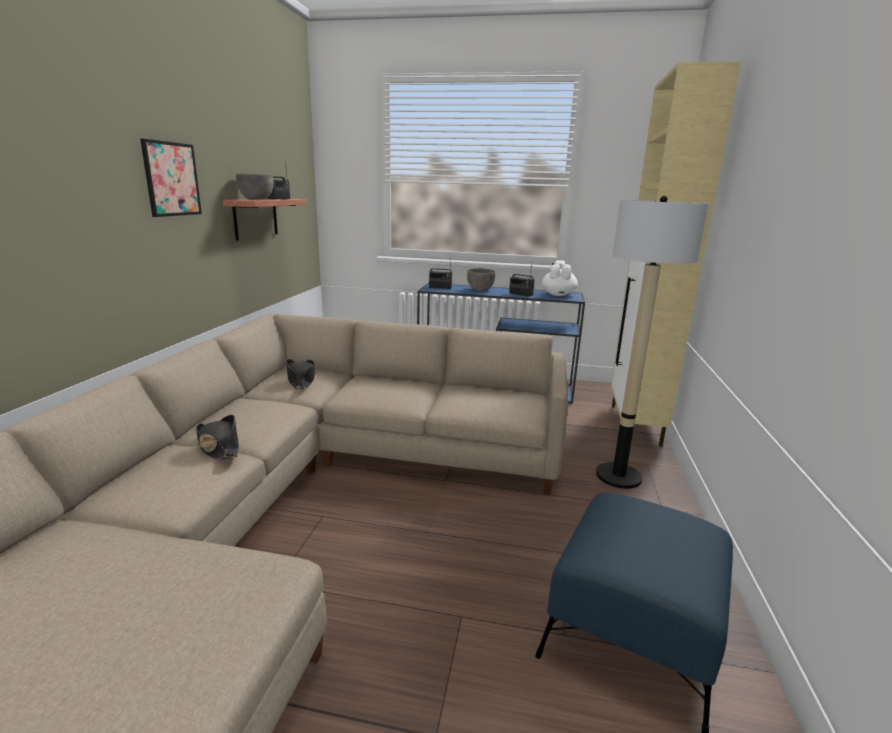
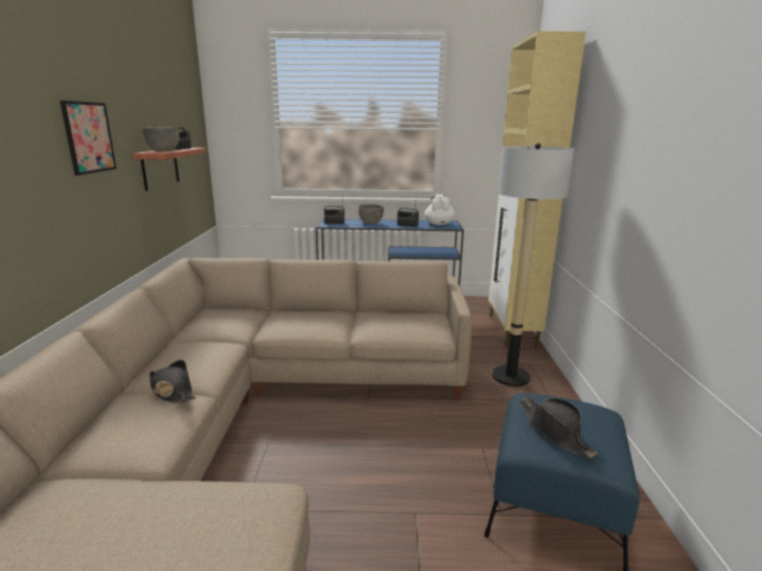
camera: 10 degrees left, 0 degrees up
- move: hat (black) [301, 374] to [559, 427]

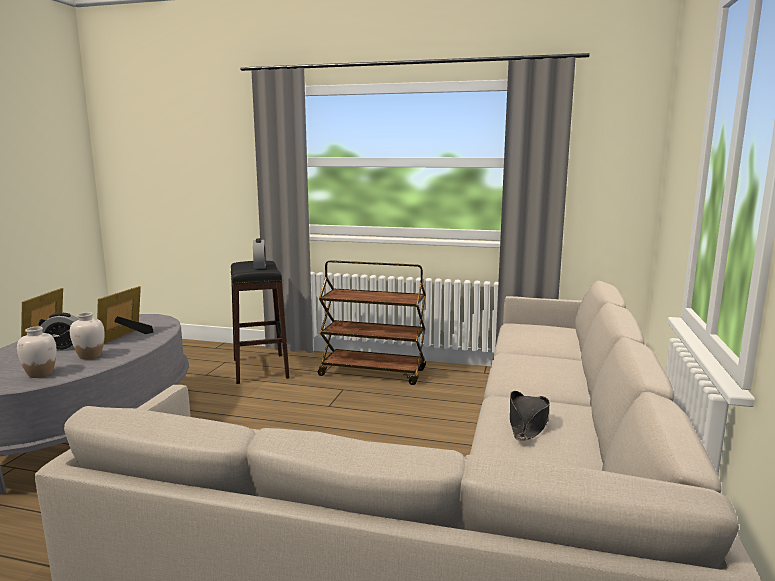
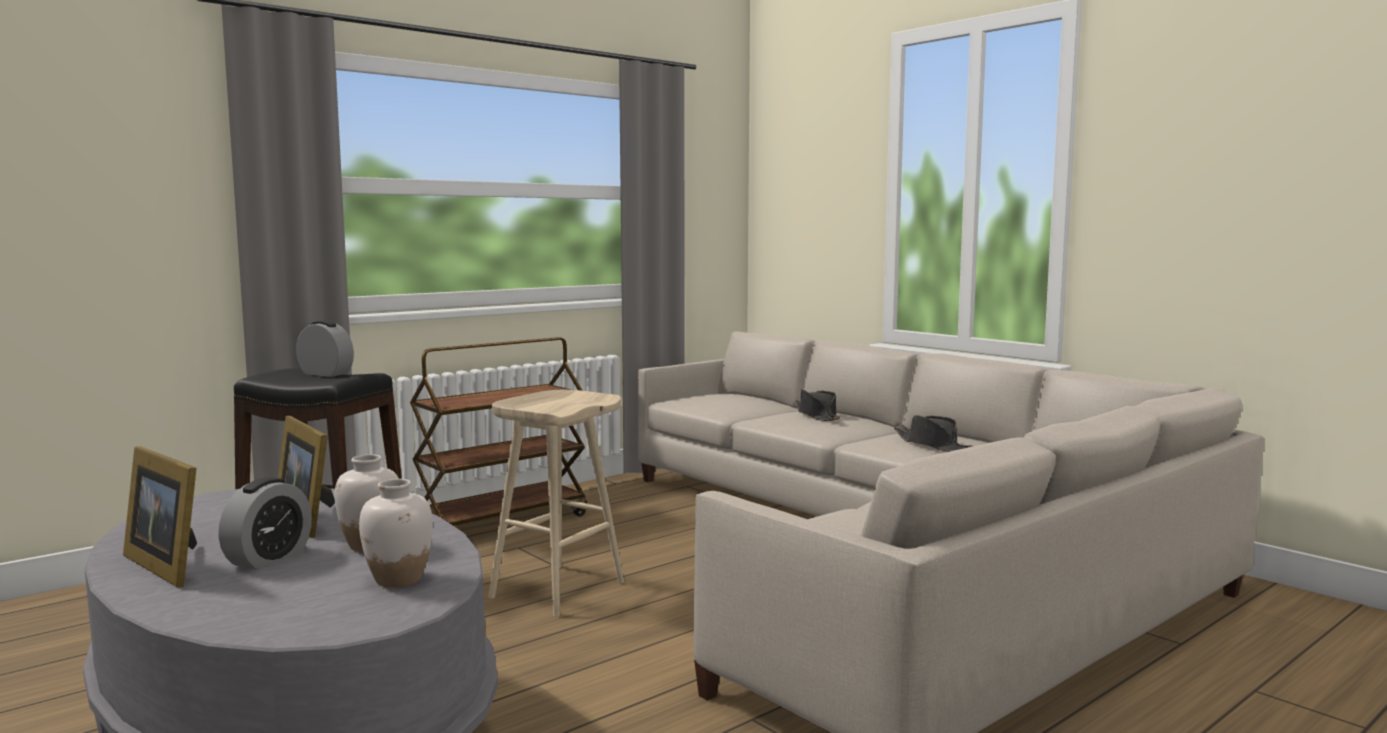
camera: 55 degrees left, 5 degrees down
- insert: stool (beige) [556, 503]
- insert: hat (black) [818, 405]

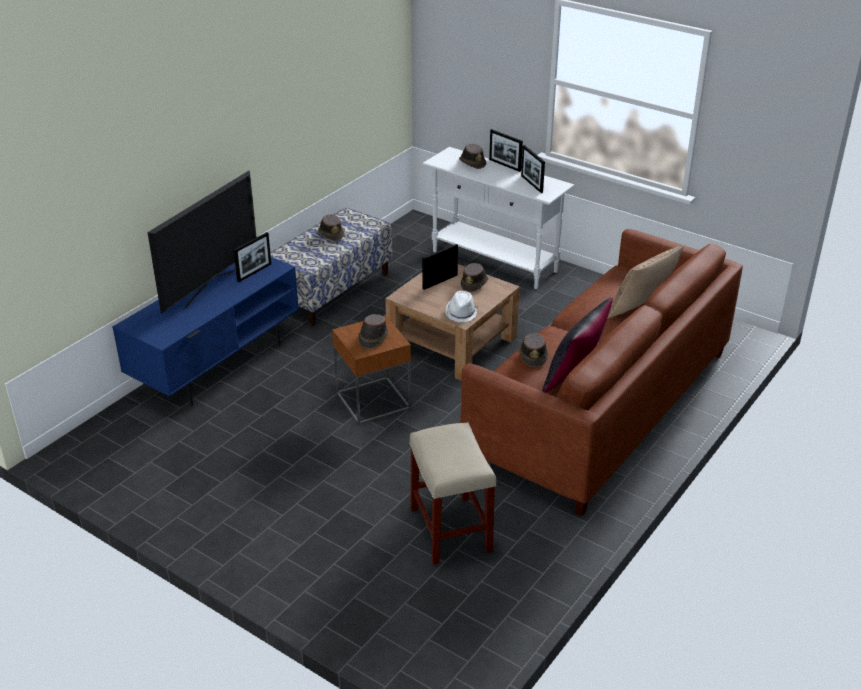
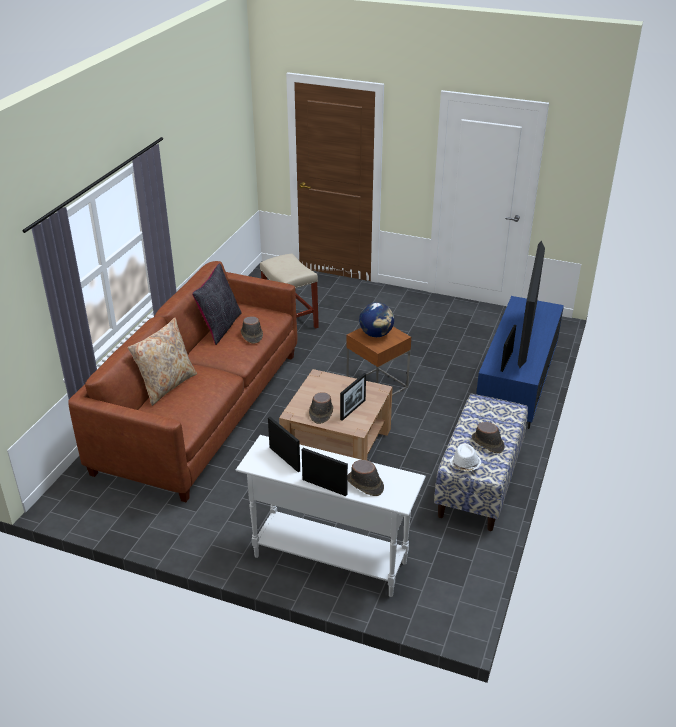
camera: 165 degrees right, 0 degrees up
- replace: hat (brown) [373, 331] to globe [376, 319]
- move: hat (white) [462, 306] to [465, 457]

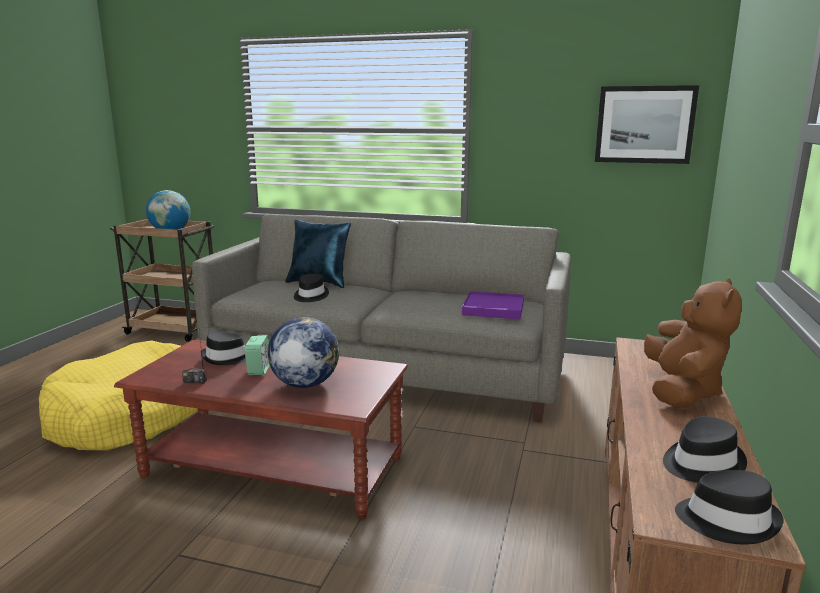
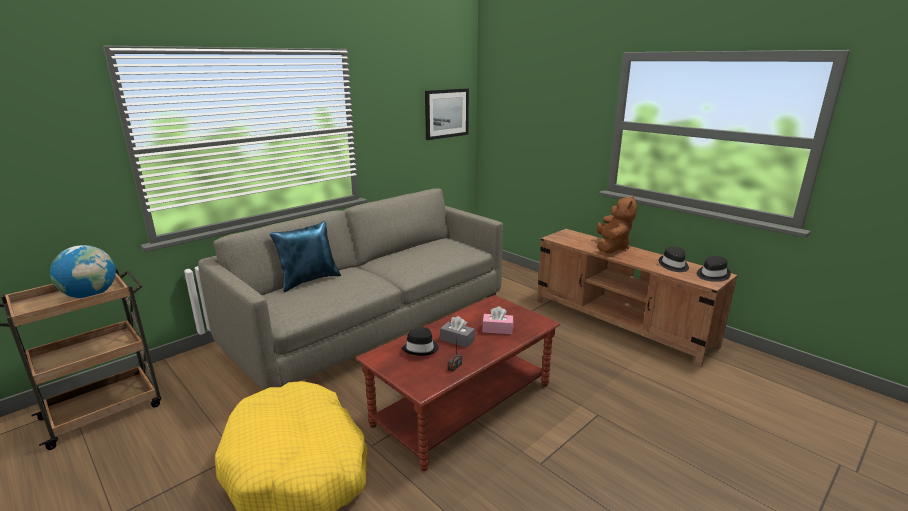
camera: 60 degrees left, 5 degrees up
- replace: alarm clock [257, 355] to tissue box (grey) [457, 332]
- replace: globe [303, 352] to tissue box (pink) [497, 320]
- delete: hat (black) [311, 288]
- delete: tray (purple) [493, 305]
- rotate: plush toy (brown) [693, 343] = [617, 224] 60 degrees clockwise

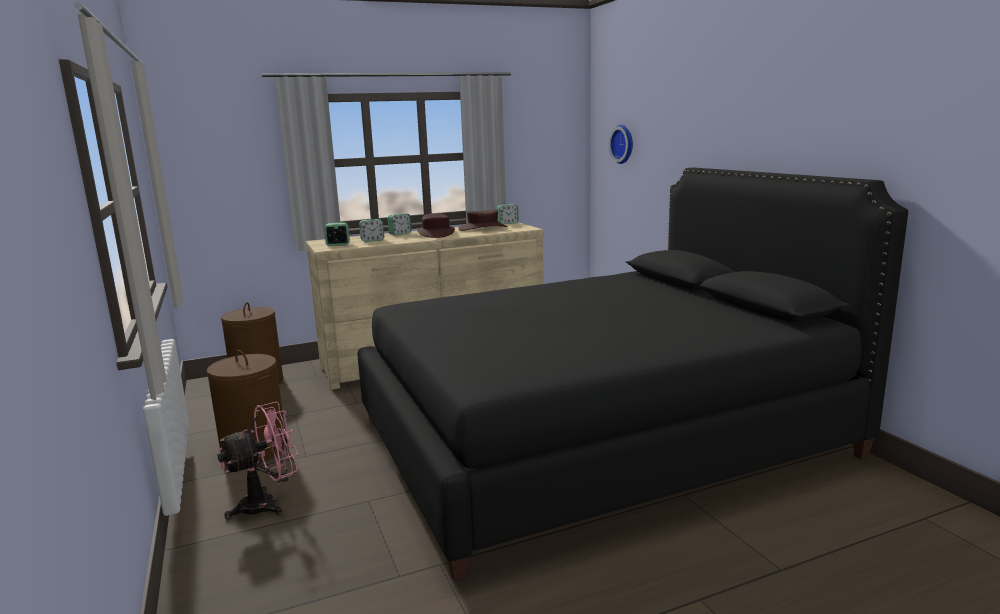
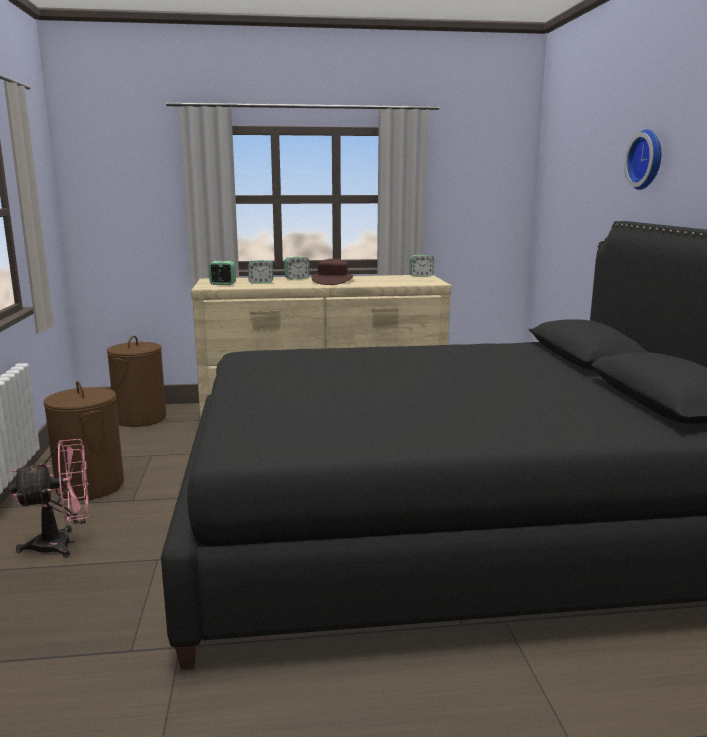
camera: 15 degrees right, 0 degrees up
- delete: hat (brown) [483, 220]
- move: wall clock [621, 144] to [642, 159]

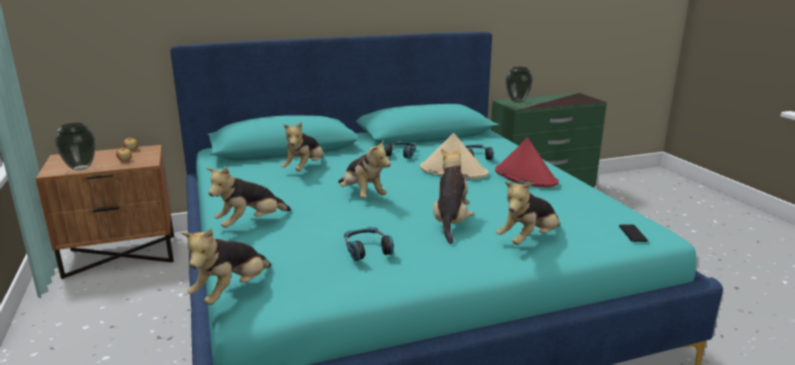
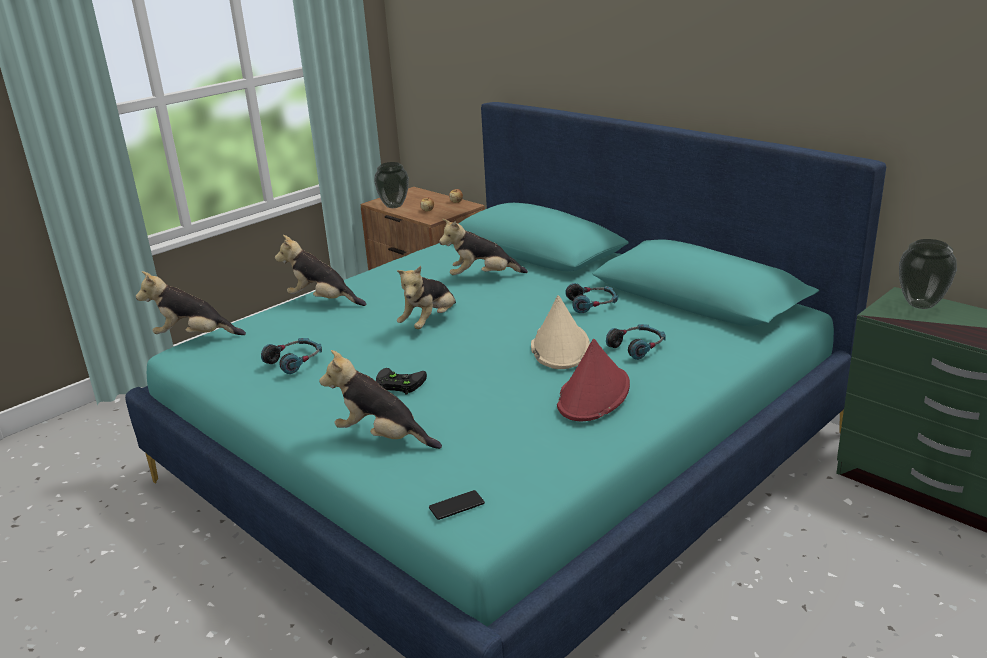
camera: 65 degrees right, 5 degrees up
- replace: plush toy [453, 196] to game controller (black) [401, 381]

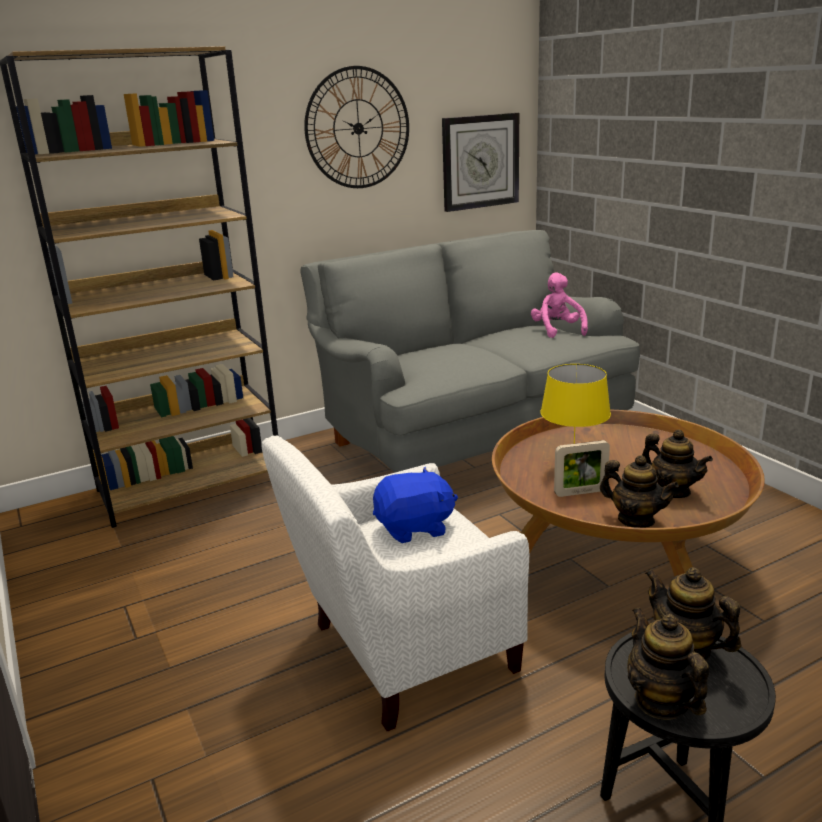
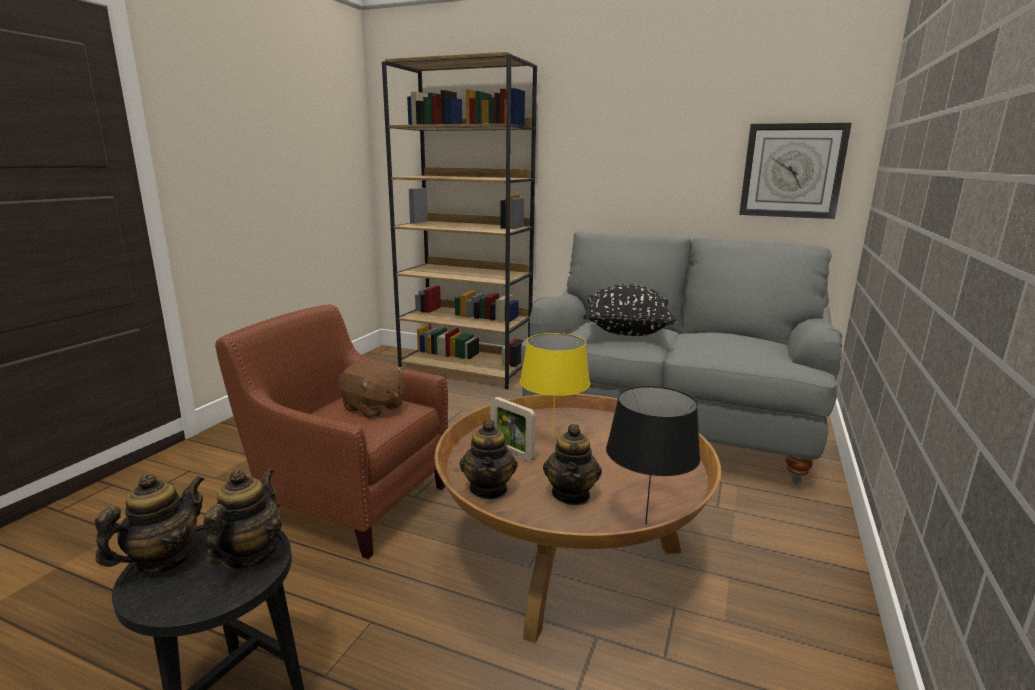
camera: 50 degrees right, 5 degrees down
- recolor: armchair (white) [395, 583] to armchair (brown) [331, 431]
- delete: wall clock [356, 127]
- recolor: plush toy (blue) [415, 505] to plush toy (brown) [371, 389]
- delete: plush toy (pink) [559, 305]
- insert: pillow (black) [629, 310]
- insert: table lamp (black) [653, 455]

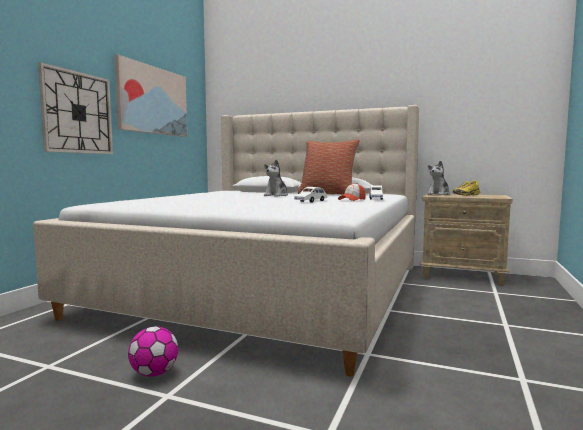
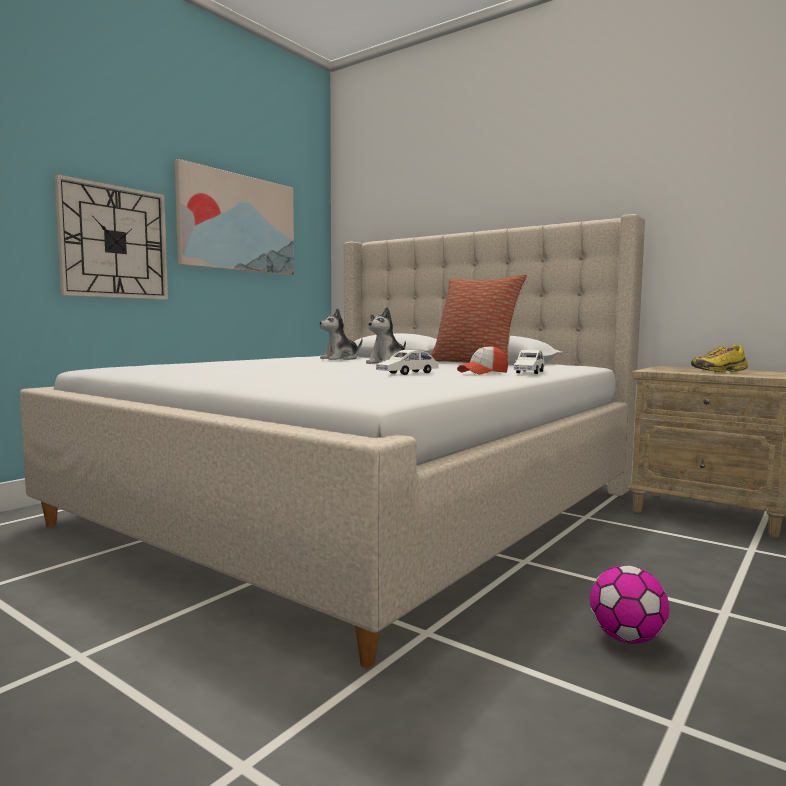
camera: 15 degrees right, 0 degrees up
- move: football [153, 351] to [629, 604]
- move: plush toy [438, 178] to [340, 334]

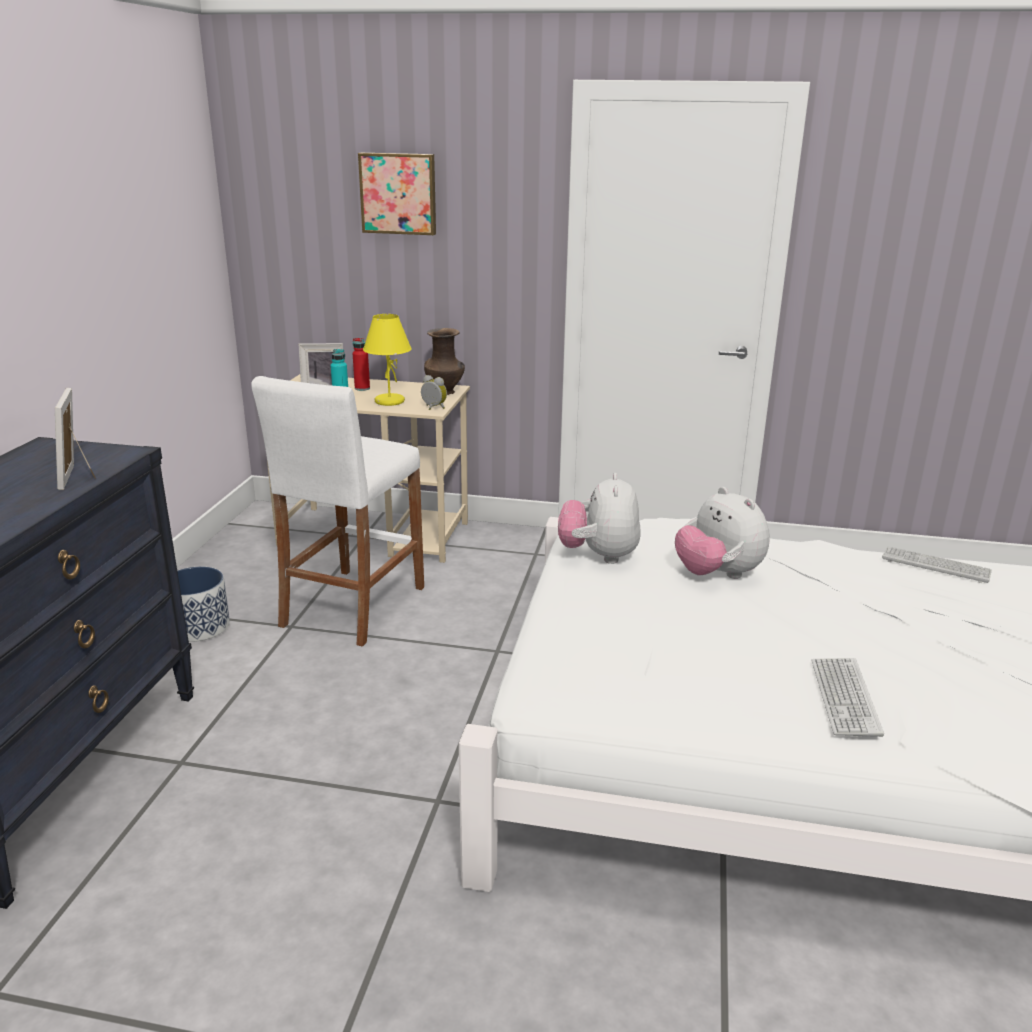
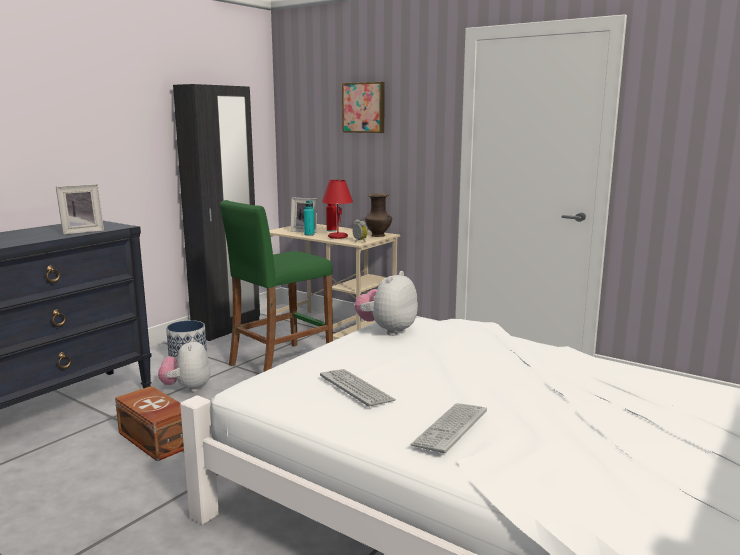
camera: 25 degrees right, 10 degrees down
- rotate: picture frame [75, 439] = [80, 209] 135 degrees counterclockwise
- recolor: stool (white) [337, 511] to stool (green) [276, 286]
- recolor: table lamp (yellow) [387, 360] to table lamp (red) [337, 209]
- move: plush toy [722, 533] to [184, 365]
- move: keyboard [937, 564] to [358, 388]
- insert: storage box (brown) [149, 423]
- insert: wardrobe (black) [216, 212]

